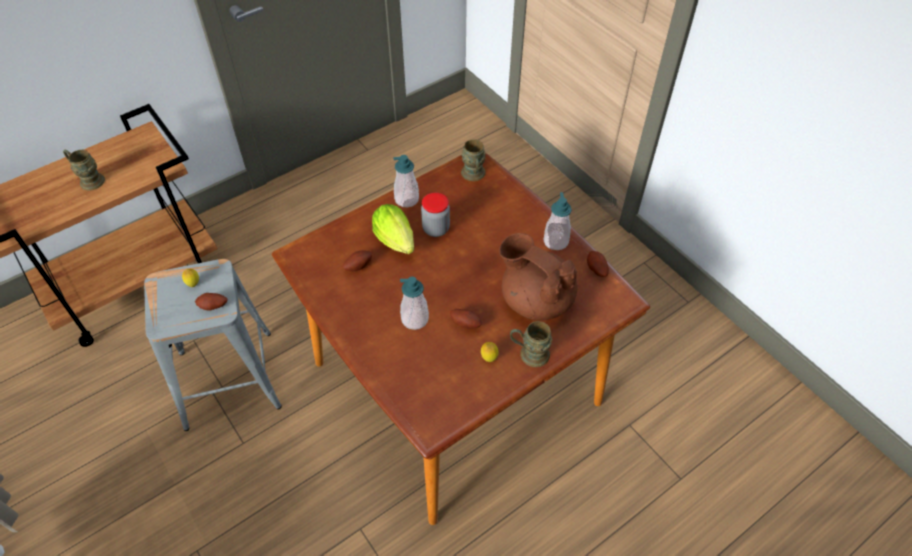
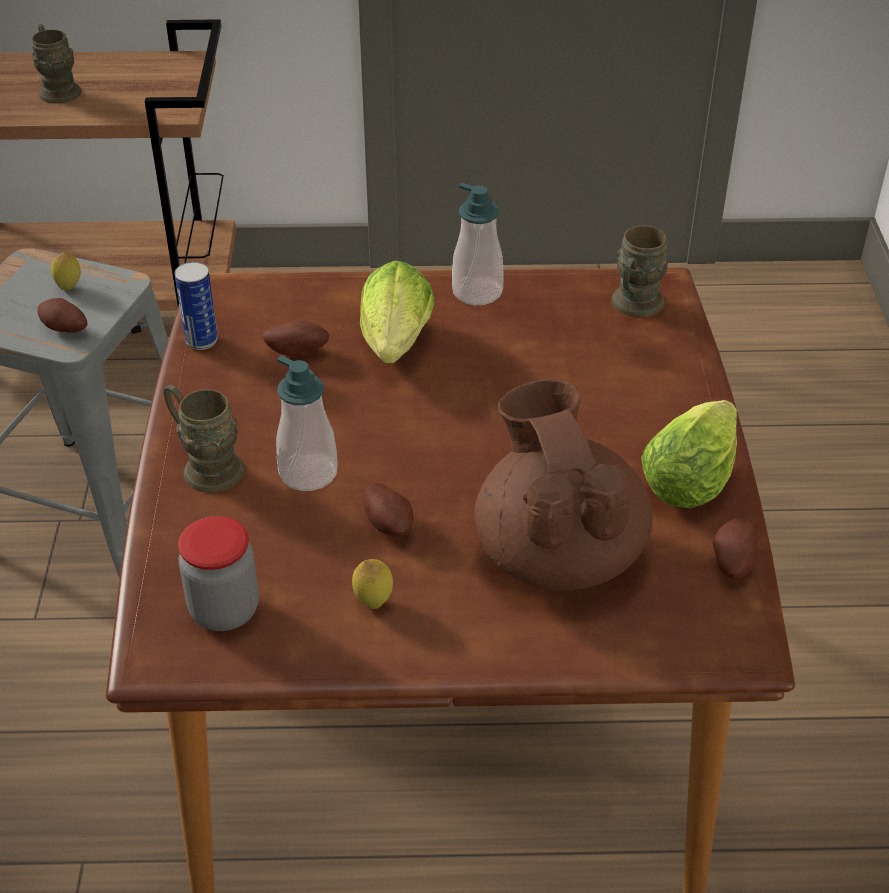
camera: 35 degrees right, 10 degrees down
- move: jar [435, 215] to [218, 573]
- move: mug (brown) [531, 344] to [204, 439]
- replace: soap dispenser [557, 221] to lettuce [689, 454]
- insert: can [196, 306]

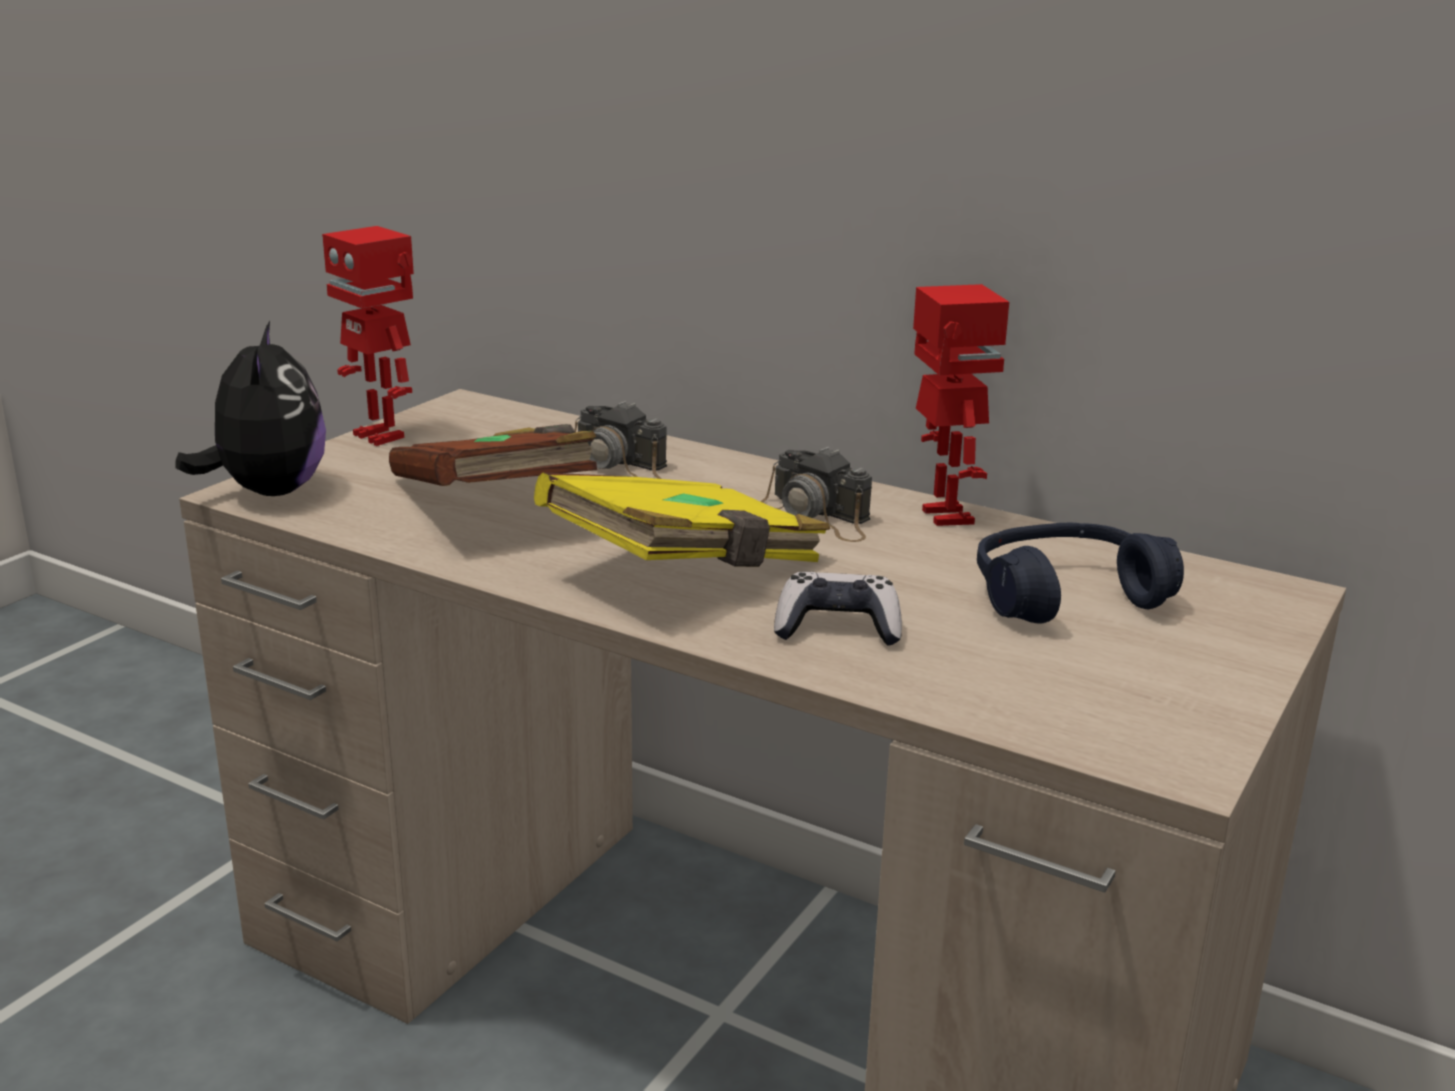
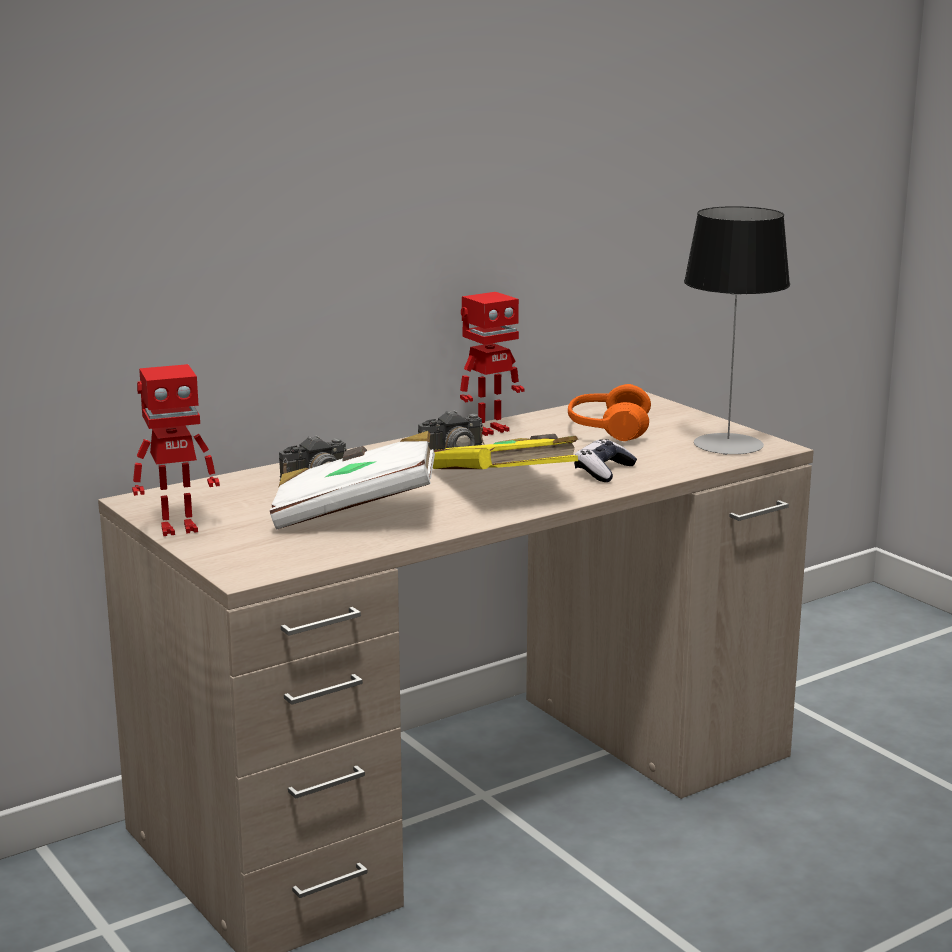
camera: 65 degrees left, 5 degrees down
- delete: plush toy [250, 408]
- recolor: book (brown) [493, 455] to book (white) [352, 480]
- rotate: toy robot [961, 405] = [492, 364] 135 degrees clockwise
- recolor: headphones (blue) [1080, 573] to headphones (orange) [609, 412]
- insert: table lamp [737, 330]

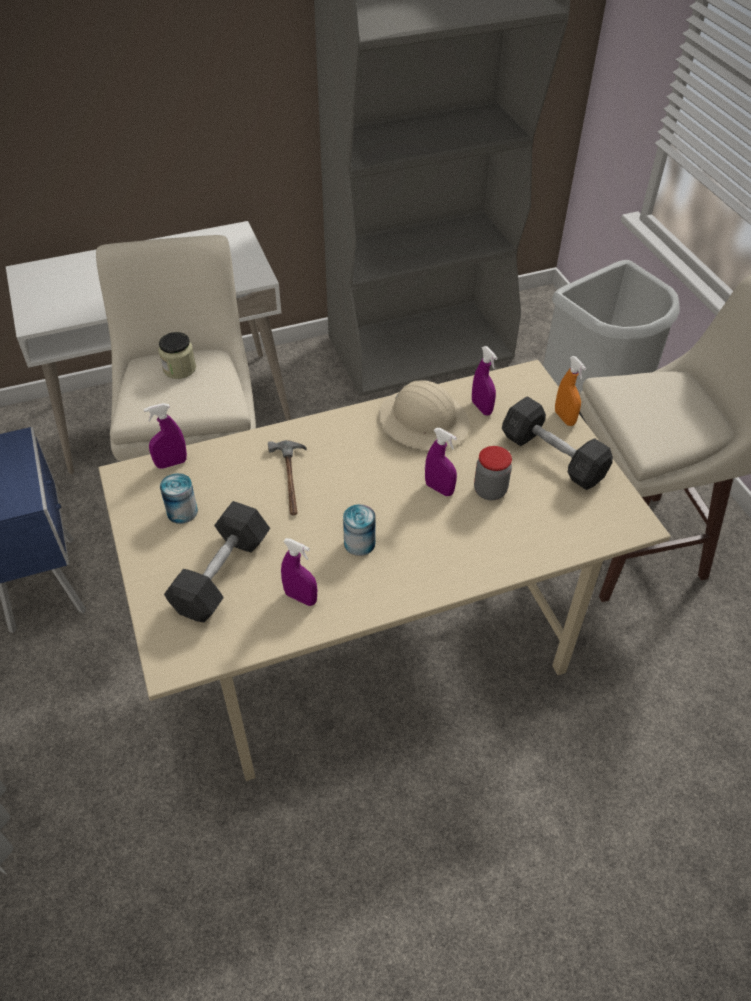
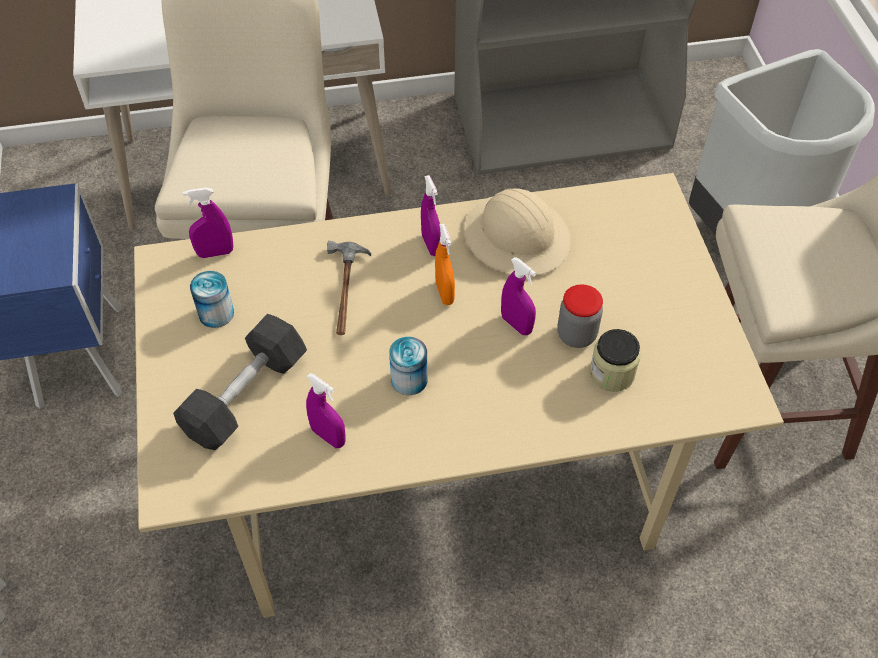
camera: 10 degrees right, 5 degrees up
- move: jar [177, 355] to [615, 360]
- move: spray bottle (purple) [485, 380] to [430, 215]
- delete: dumbbell (grey) [557, 443]
- move: spray bottle (orange) [570, 391] to [445, 264]

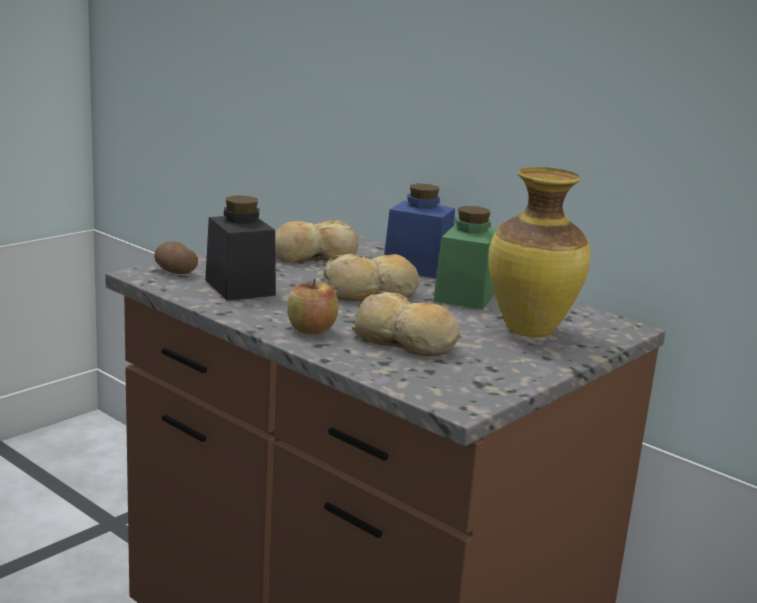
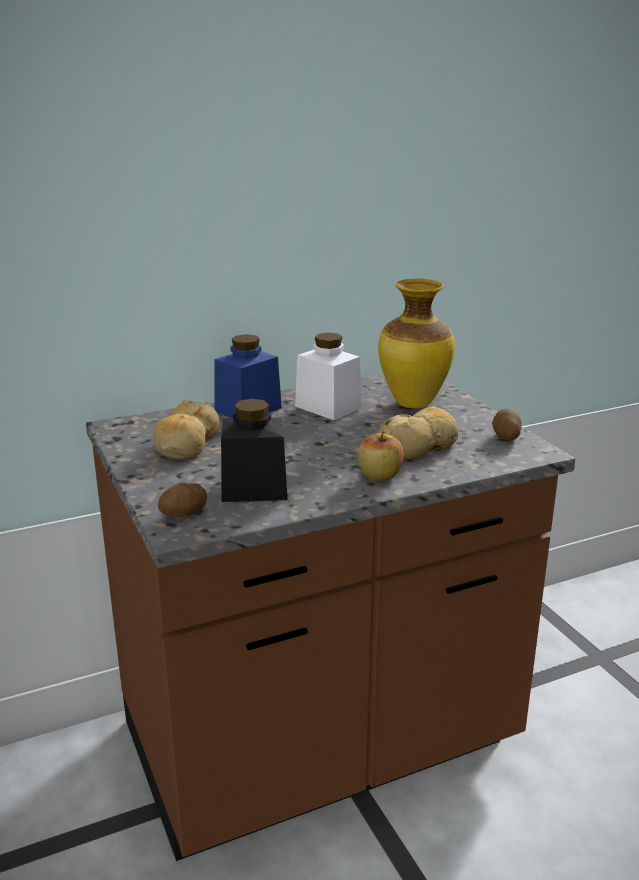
camera: 65 degrees left, 5 degrees up
- delete: bread [372, 277]
- recolor: jar (green) [465, 258] to jar (white) [328, 376]
- insert: potato [507, 424]

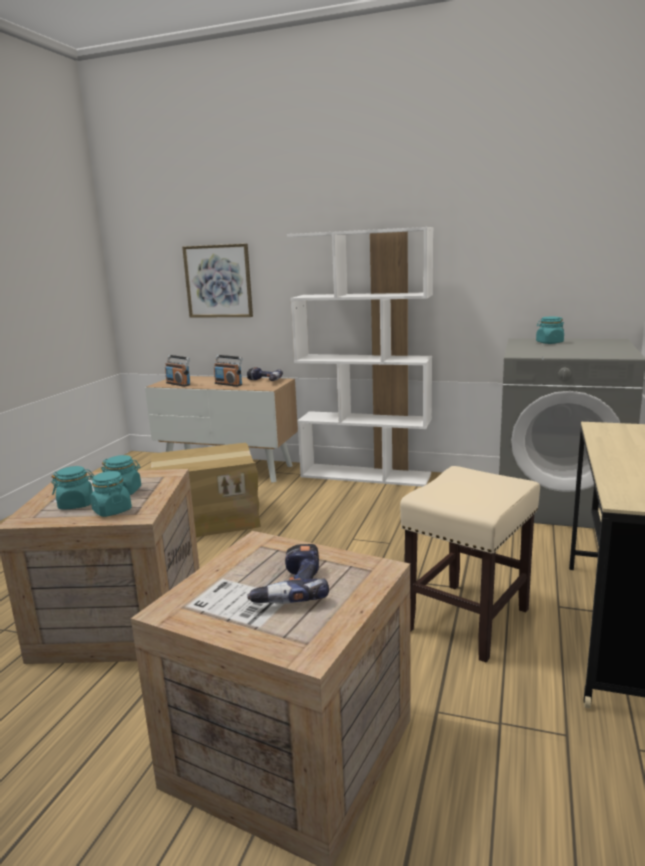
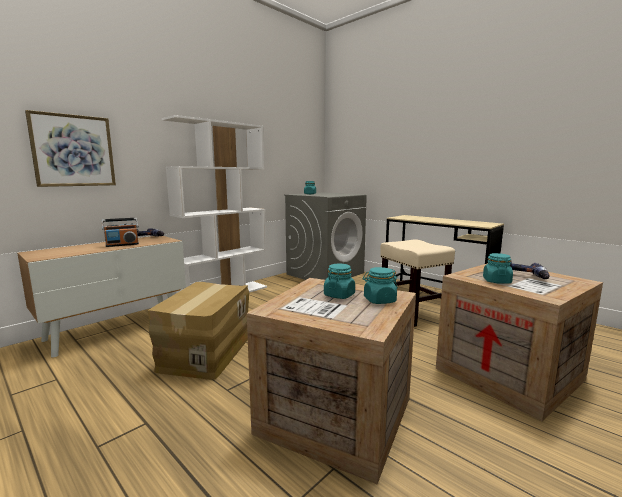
camera: 65 degrees left, 5 degrees down
- move: jar (turquoise) [72, 488] to [498, 268]
- delete: radio [177, 371]

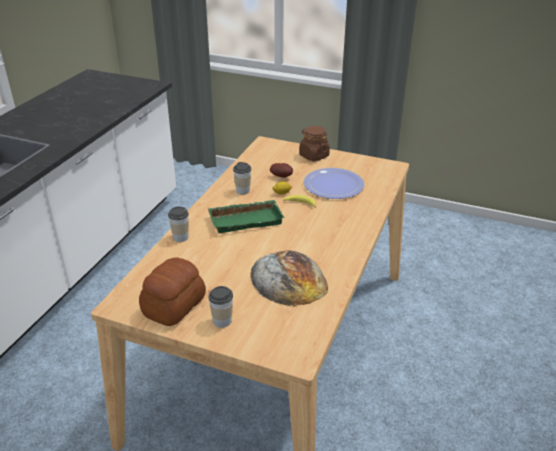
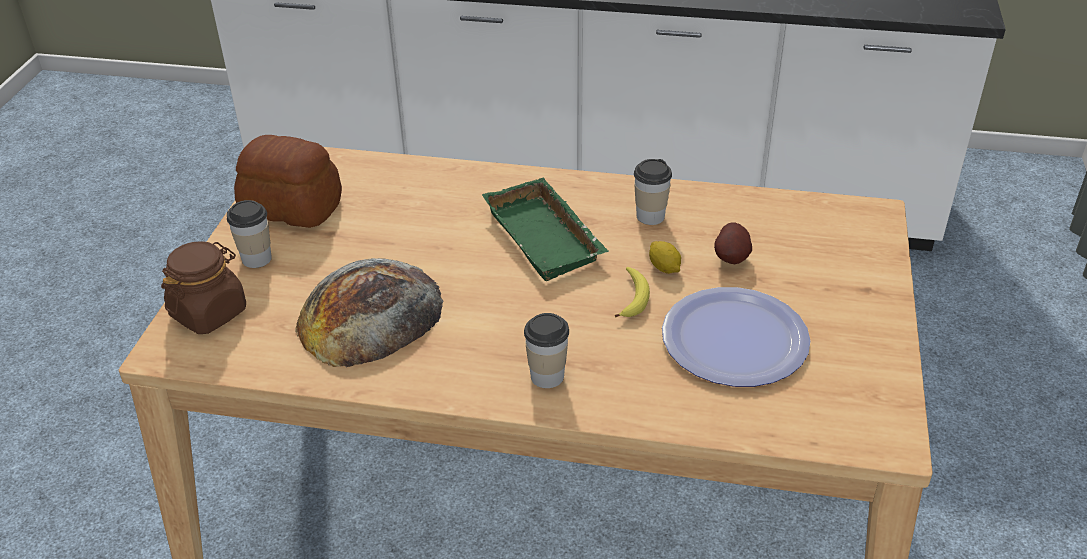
camera: 80 degrees right, 5 degrees up
- move: cup [178, 224] to [546, 350]
- move: jar (brown) [314, 143] to [203, 287]

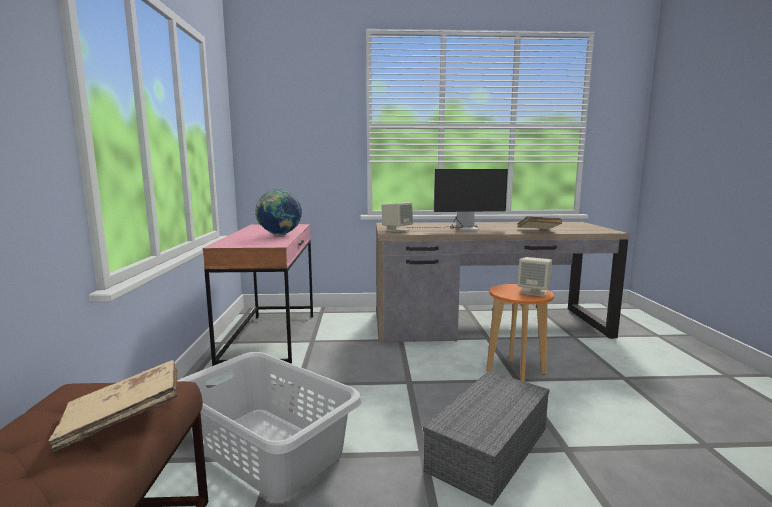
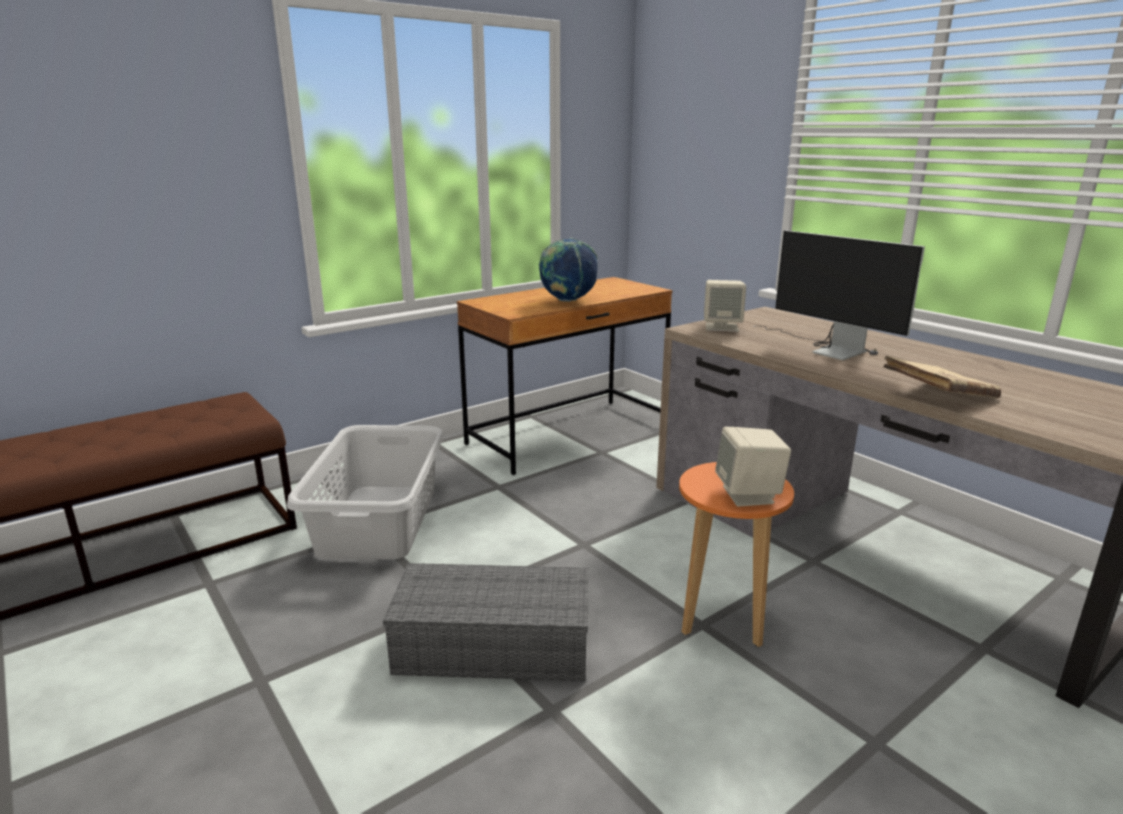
camera: 55 degrees right, 10 degrees up
- delete: book (beige) [113, 406]
- recolor: desk (pink) [258, 295] to desk (brown) [564, 376]

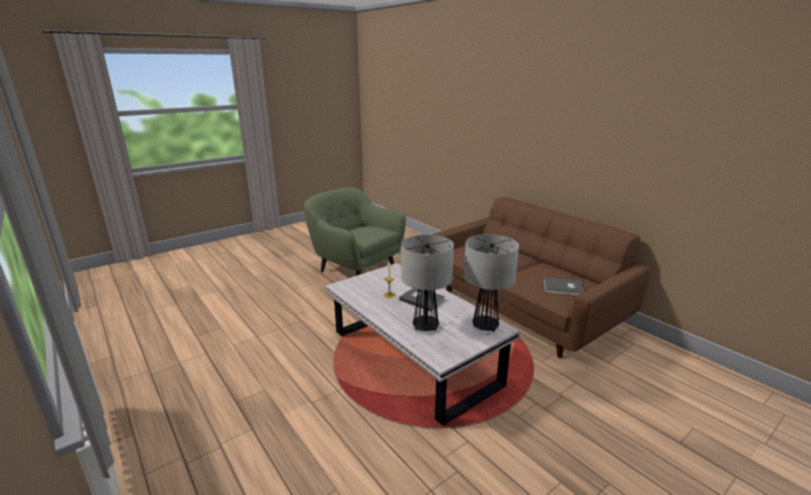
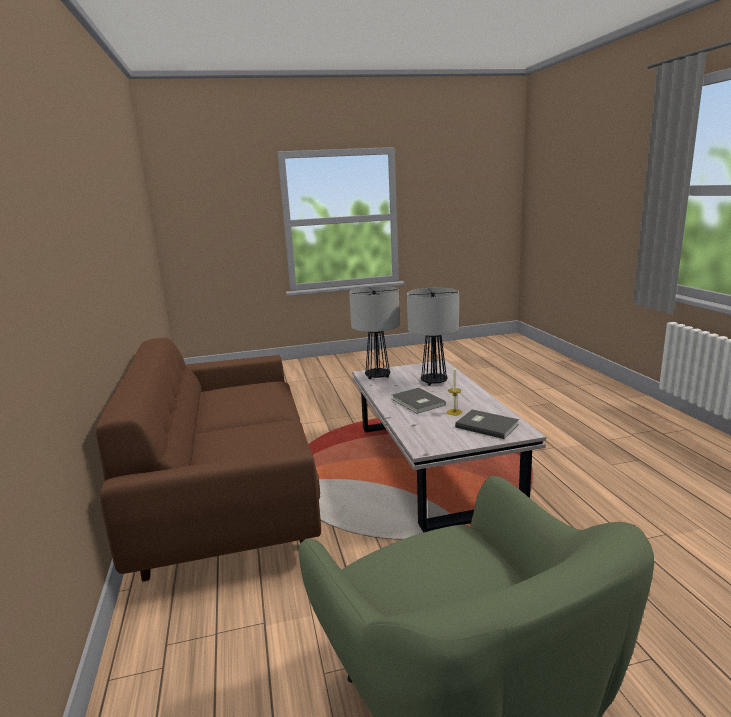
camera: 155 degrees left, 5 degrees down
- move: book (grey) [563, 286] to [487, 424]

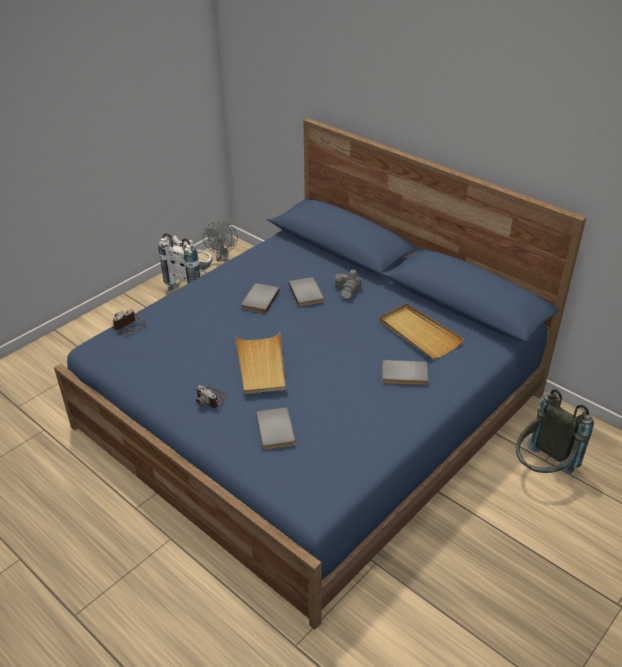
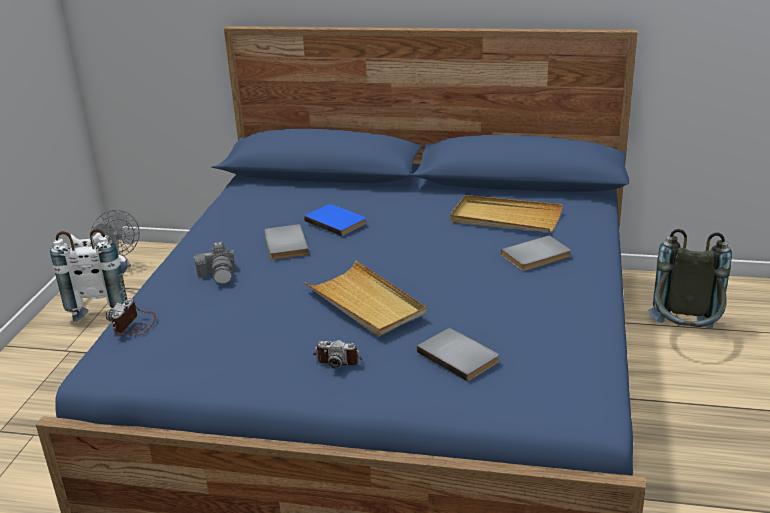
camera: 30 degrees left, 10 degrees down
- recolor: book (grey) [306, 292] to book (blue) [335, 220]
- move: photo camera [348, 284] to [214, 263]

